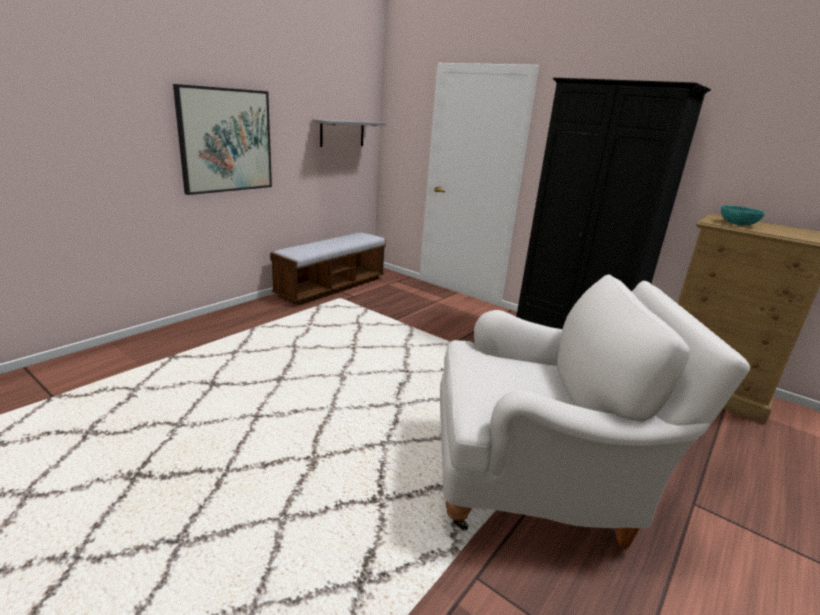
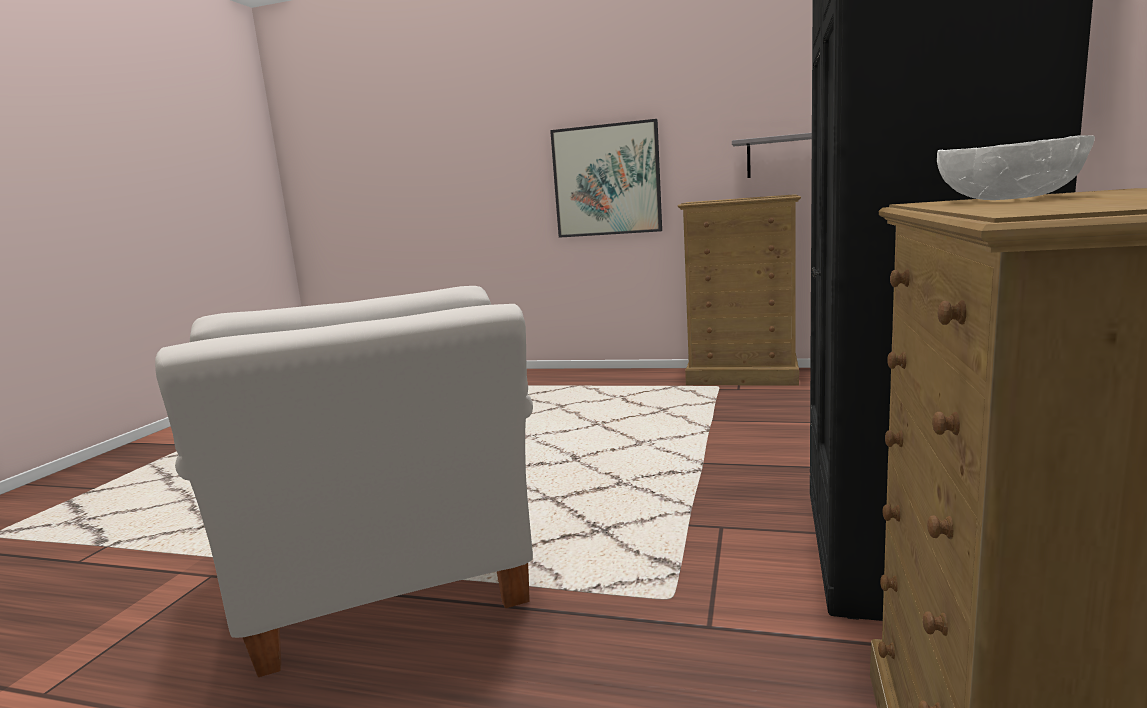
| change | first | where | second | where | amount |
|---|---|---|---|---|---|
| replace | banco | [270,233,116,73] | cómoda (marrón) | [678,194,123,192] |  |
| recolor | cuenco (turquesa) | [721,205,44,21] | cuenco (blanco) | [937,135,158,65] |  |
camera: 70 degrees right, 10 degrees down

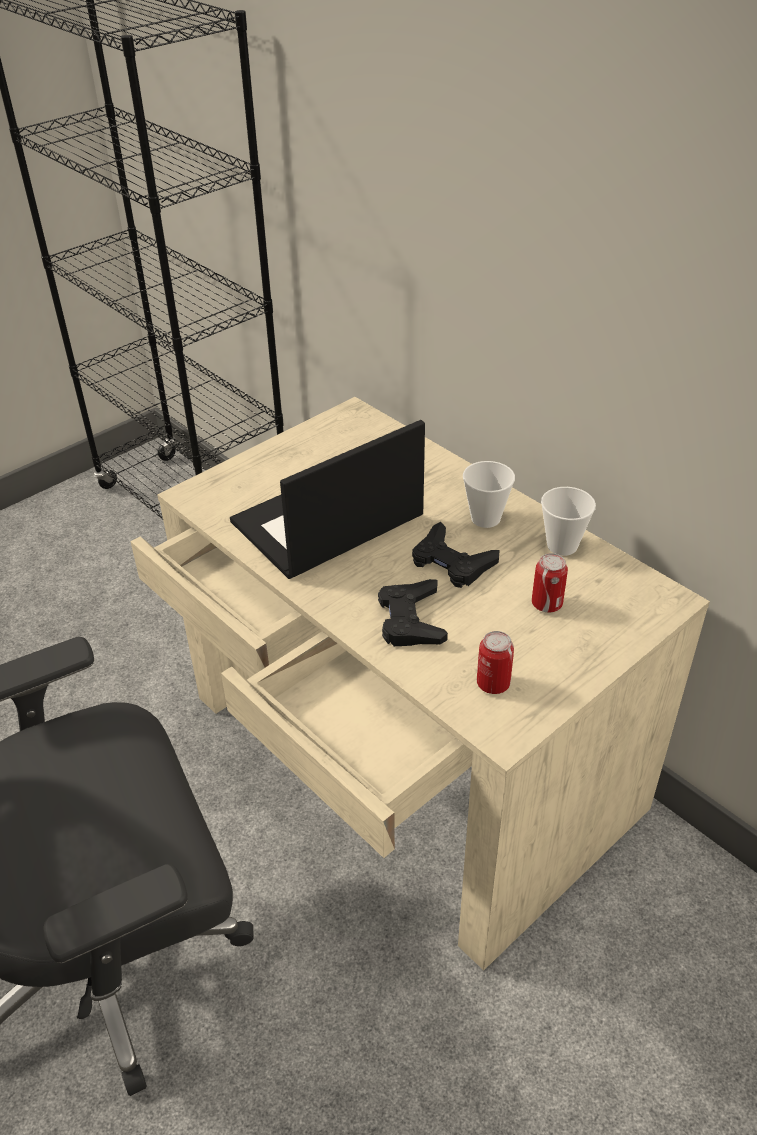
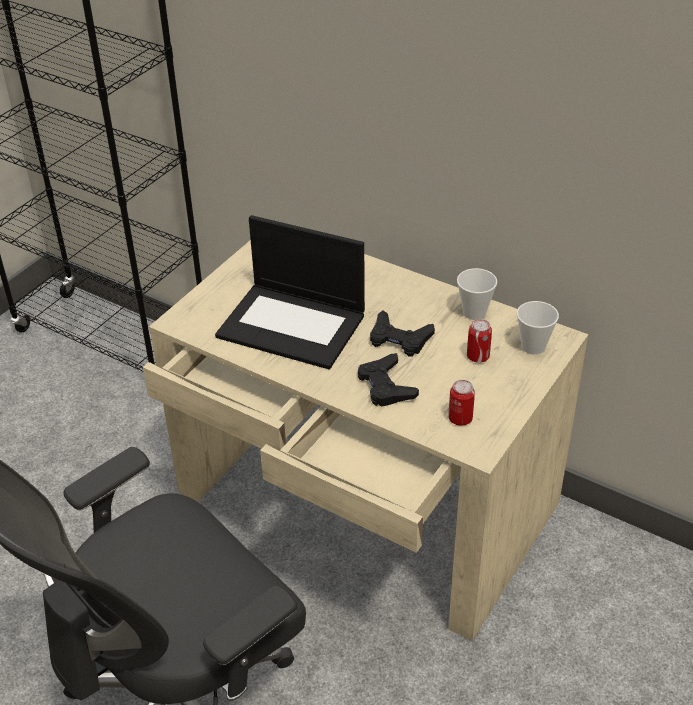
| change | first | where | second | where | amount |
|---|---|---|---|---|---|
| rotate | portátil | [230,420,195,159] |  | [215,215,150,154] | 105 degrees counterclockwise |
| move | taza | [463,461,52,67] |  | [517,301,42,54] |  |
camera: 15 degrees left, 0 degrees up

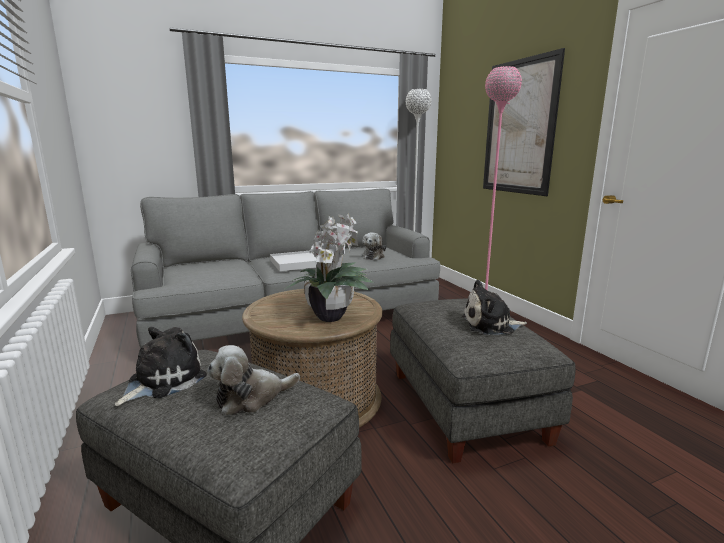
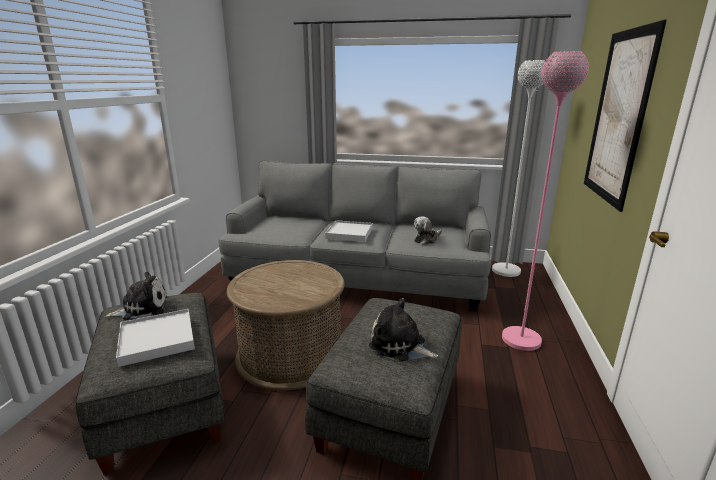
| change | first | where | second | where | amount |
|---|---|---|---|---|---|
| replace | peluche | [207,345,93,70] | bandeja (blanco) | [116,309,79,58] |  |
| delete | planta en maceta | [285,213,89,109] |  |  |  |
camera: 35 degrees right, 5 degrees up

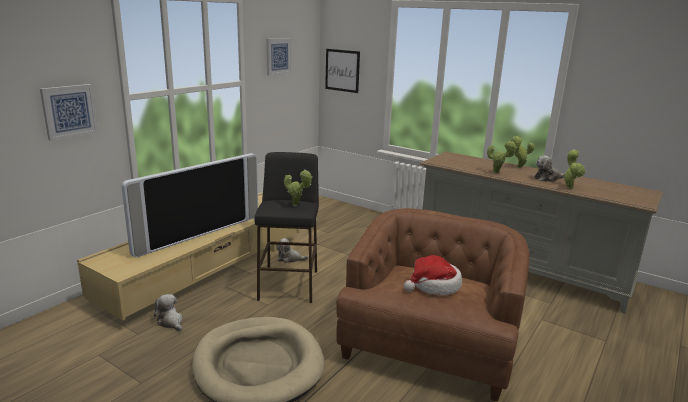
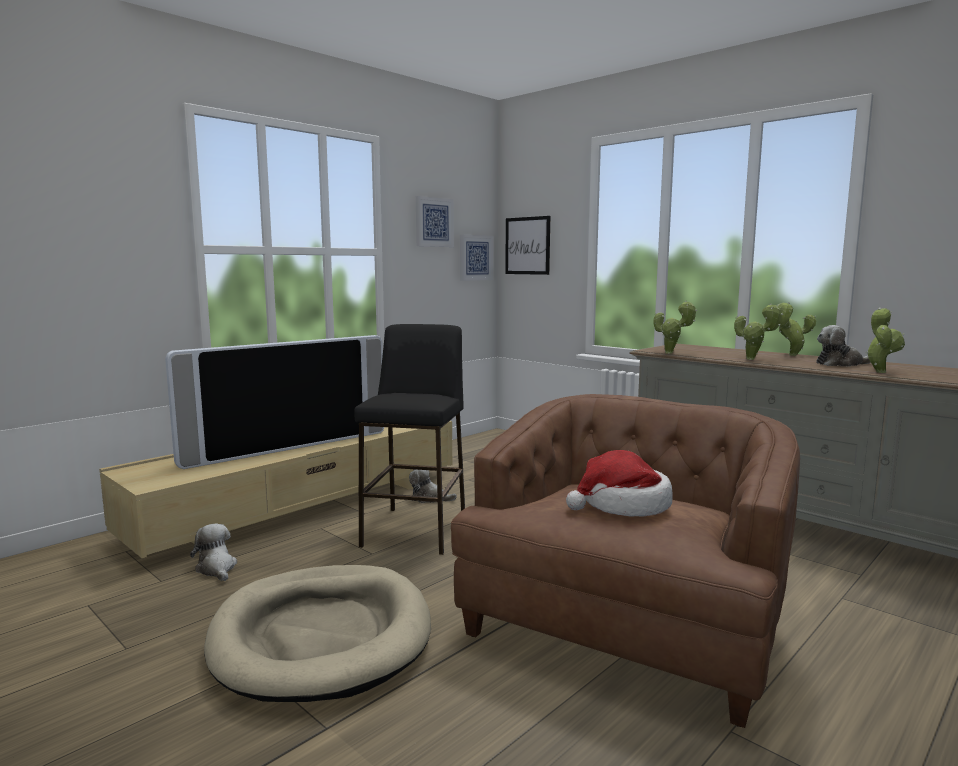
| change | first | where | second | where | amount |
|---|---|---|---|---|---|
| move | cuadro | [40,84,58,57] |  | [460,235,33,46] |  |
| move | planta en maceta | [284,169,29,37] |  | [653,301,44,53] |  |
camera: 10 degrees right, 10 degrees down

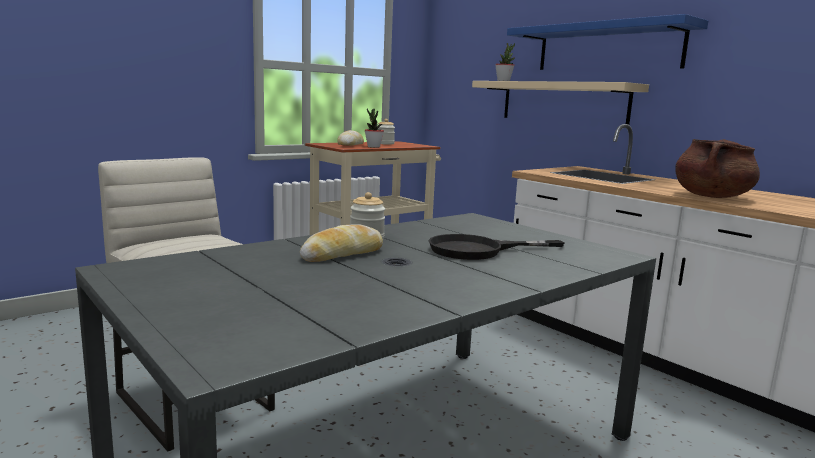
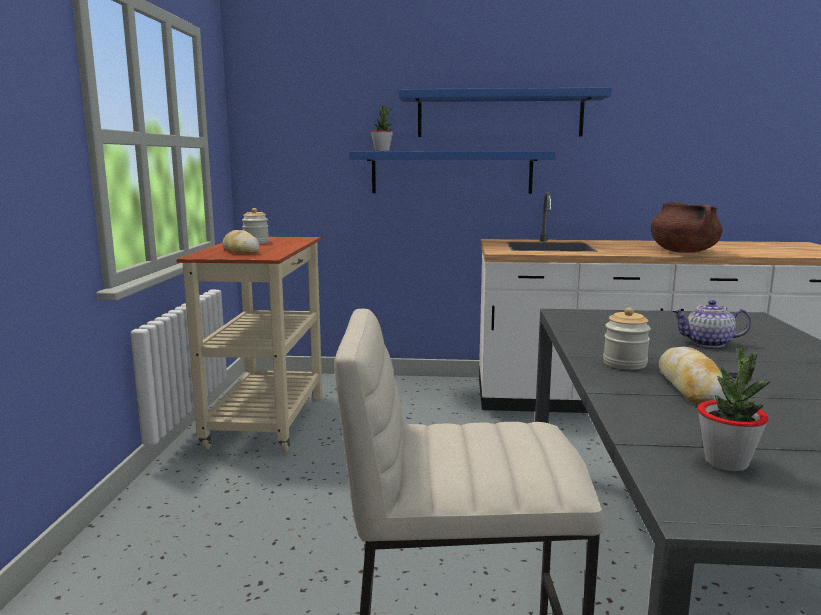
| change | first | where | second | where | amount |
|---|---|---|---|---|---|
| recolor | estante (beis) | [472,81,177,44] | estante (azul) | [349,151,207,43] |  |
| replace | sartén (negro) | [428,234,136,26] | tetera | [672,300,80,48] |  |
| move | planta en maceta | [365,108,19,40] |  | [698,347,73,124] |  |
camera: 45 degrees left, 0 degrees up

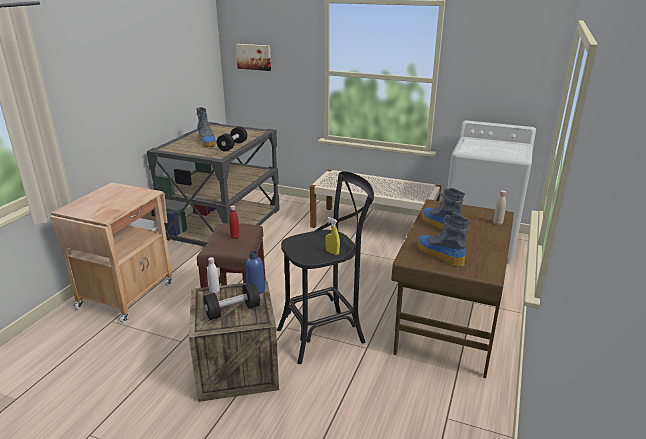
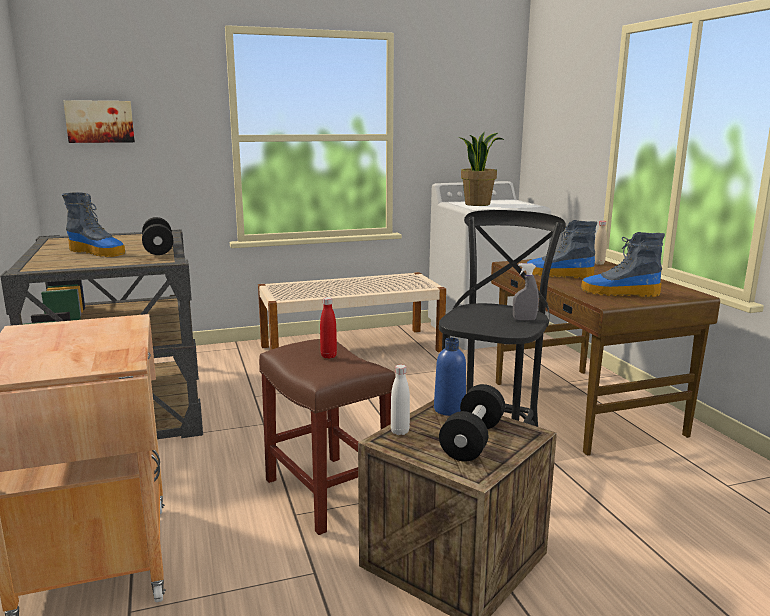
| change | first | where | second | where | amount |
|---|---|---|---|---|---|
| insert |  |  | planta en maceta | [459,131,45,75] |  |
| recolor | pulverizador (amarillo) | [325,217,15,38] | pulverizador (gris) | [513,263,26,57] |  |
camera: 40 degrees left, 10 degrees down

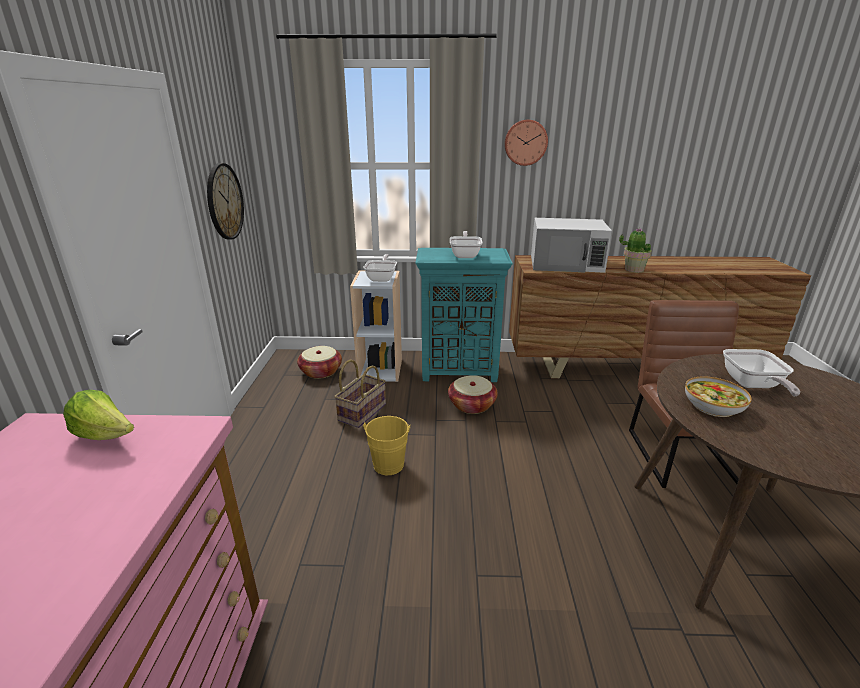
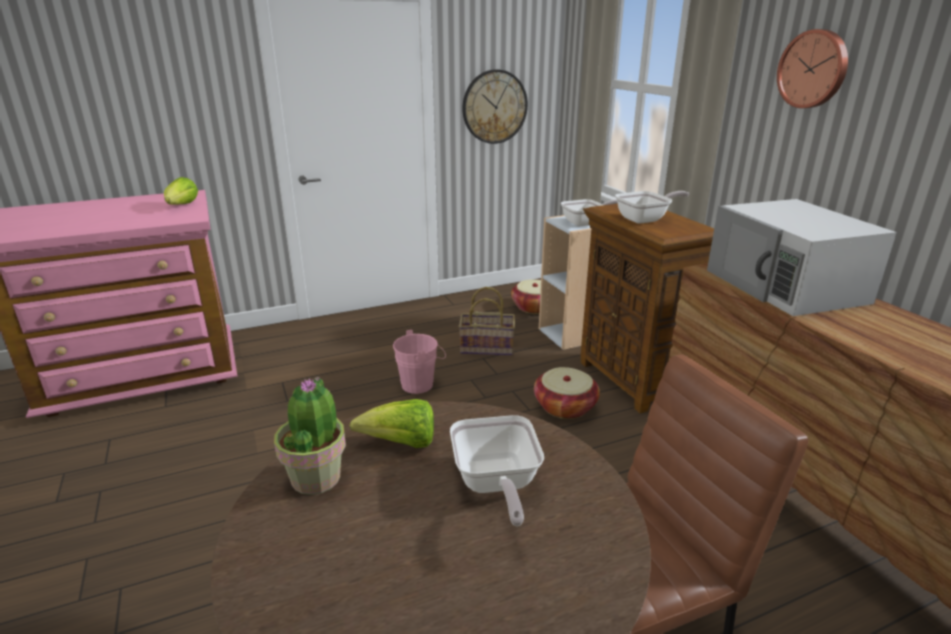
| change | first | where | second | where | amount |
|---|---|---|---|---|---|
| move | planta en maceta | [619,228,33,44] |  | [274,377,72,118] |  |
| replace | cuenco | [685,376,67,41] | lechuga | [350,399,84,49] |  |
| recolor | cubo (amarillo) | [363,416,48,59] | cubo (rosa) | [393,330,53,64] |  |
| rotate | sartén | [723,349,77,47] |  | [450,415,94,111] | 75 degrees counterclockwise |
| recolor | armario (turquesa) | [415,248,98,134] | armario (marrón) | [581,204,133,209] |  |
camera: 65 degrees right, 0 degrees up

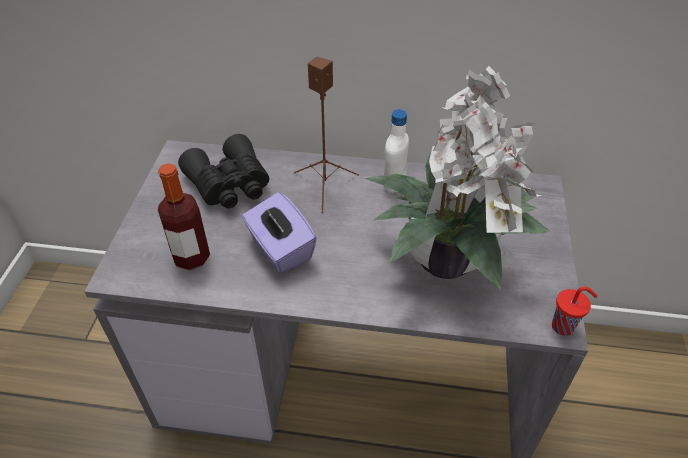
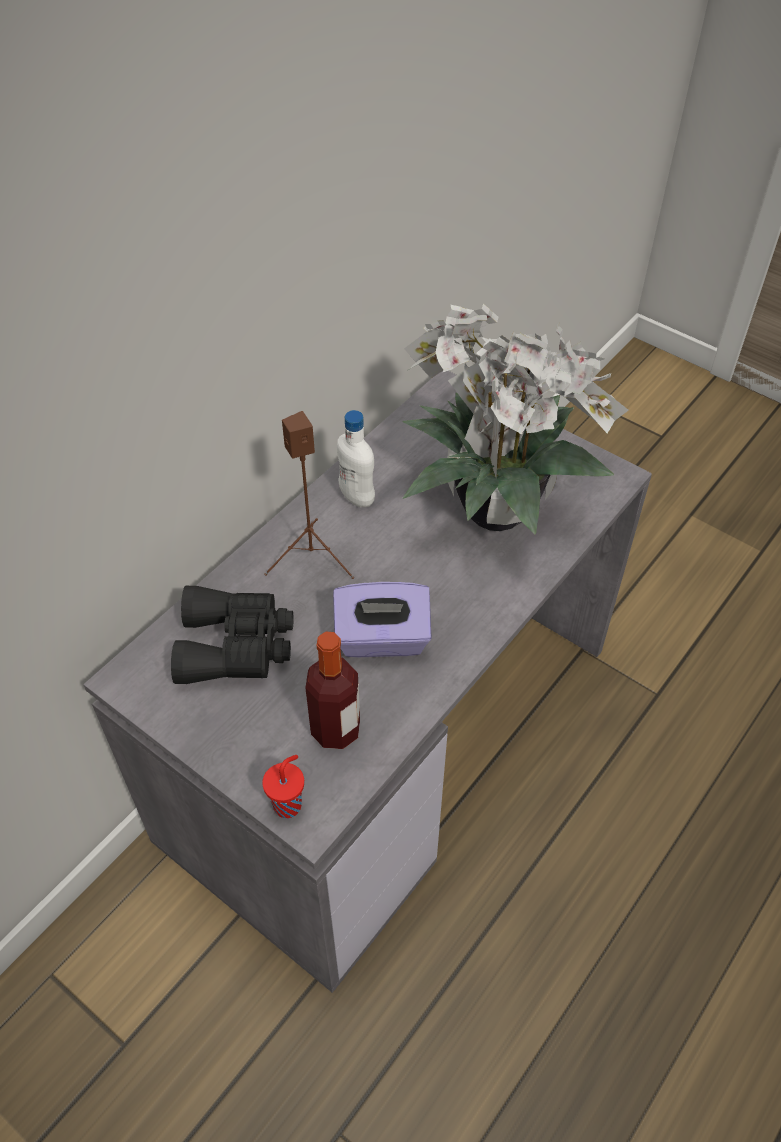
| change | first | where | second | where | amount |
|---|---|---|---|---|---|
| move | taza (rojo) | [552,287,46,49] |  | [262,755,42,63] |  |
camera: 60 degrees left, 5 degrees up

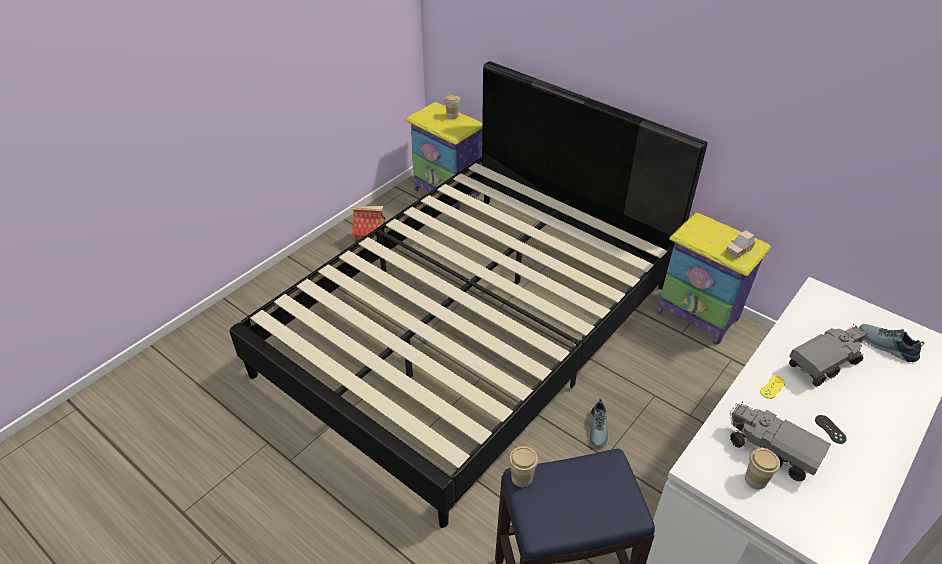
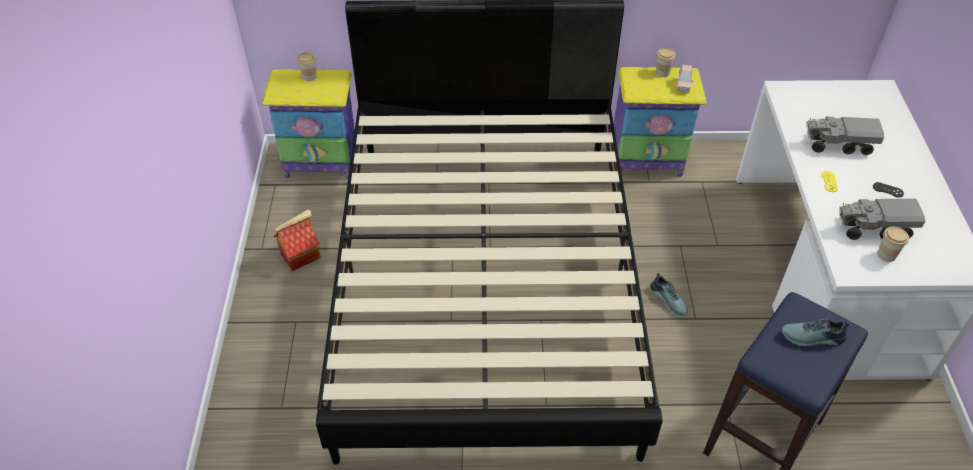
| change | first | where | second | where | amount |
|---|---|---|---|---|---|
| move | taza | [509,446,29,41] |  | [656,48,20,29] |  |
| move | zapato | [859,324,65,38] |  | [782,319,67,27] |  |
| rotate | camión de juguete | [789,324,79,63] |  | [806,116,78,39] | 105 degrees counterclockwise |
camera: 40 degrees left, 5 degrees up

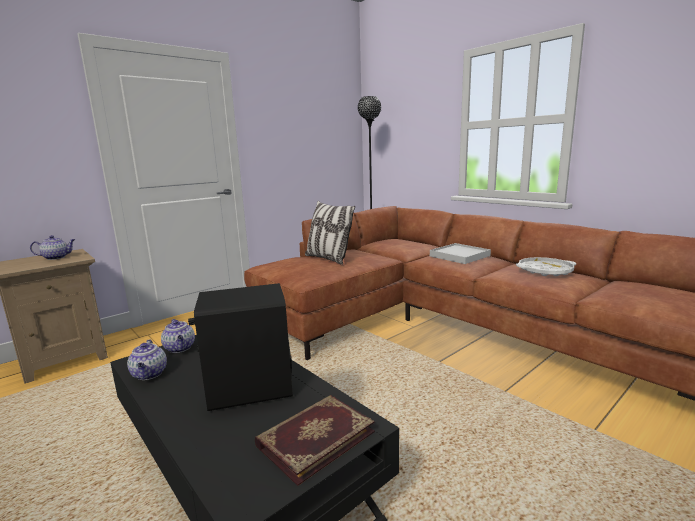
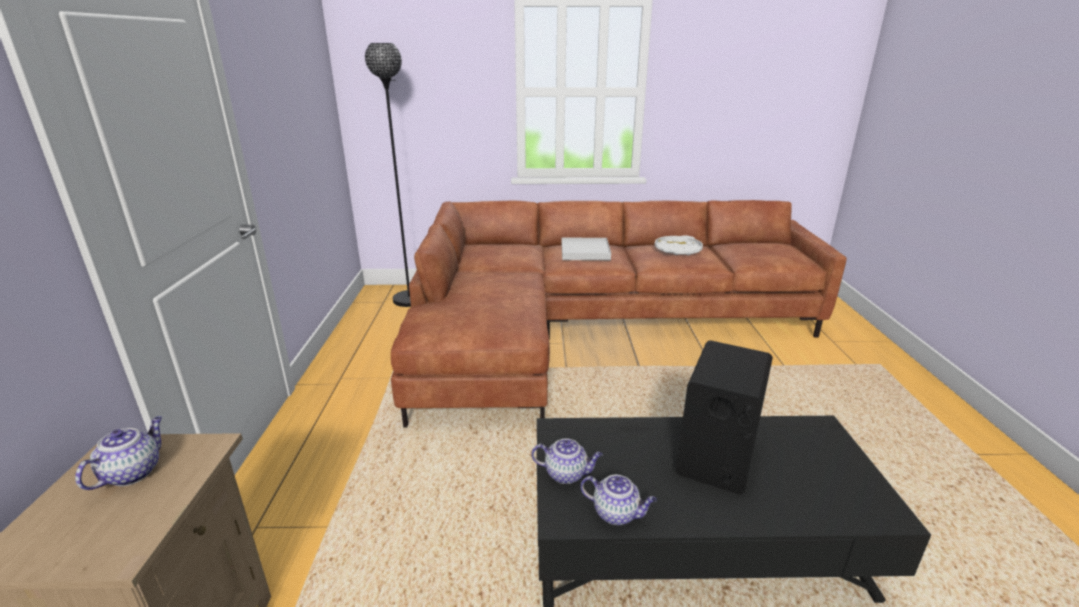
| change | first | where | second | where | amount |
|---|---|---|---|---|---|
| delete | libro | [255,395,120,91] |  |  |  |
| delete | cojín | [305,201,50,64] |  |  |  |
camera: 50 degrees left, 10 degrees up

